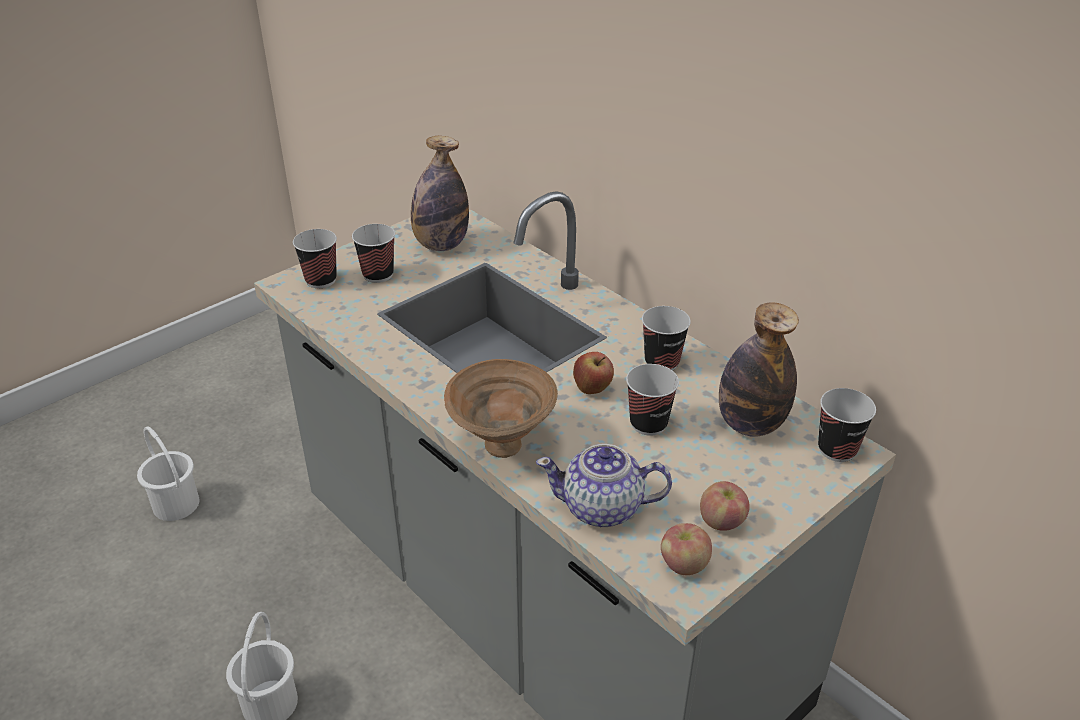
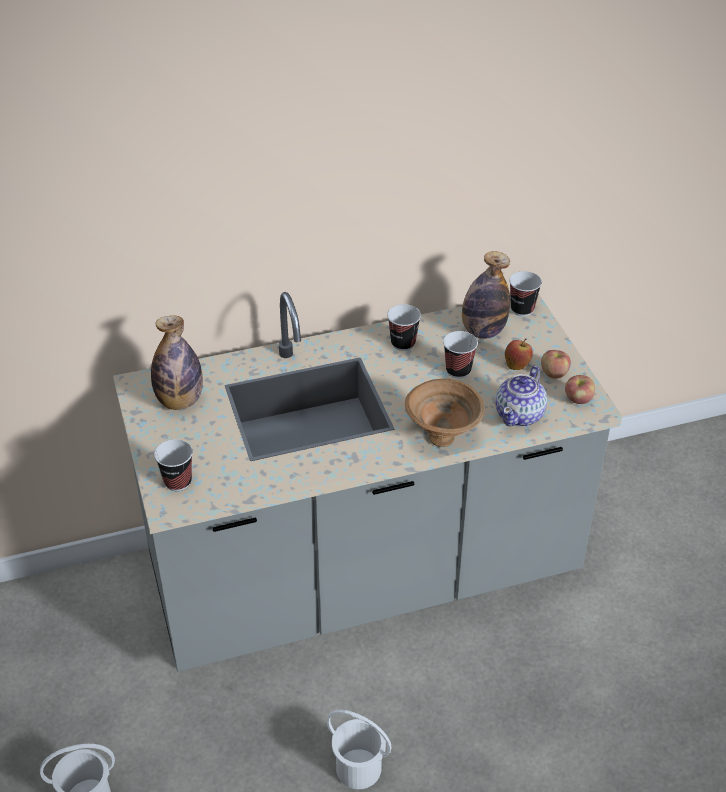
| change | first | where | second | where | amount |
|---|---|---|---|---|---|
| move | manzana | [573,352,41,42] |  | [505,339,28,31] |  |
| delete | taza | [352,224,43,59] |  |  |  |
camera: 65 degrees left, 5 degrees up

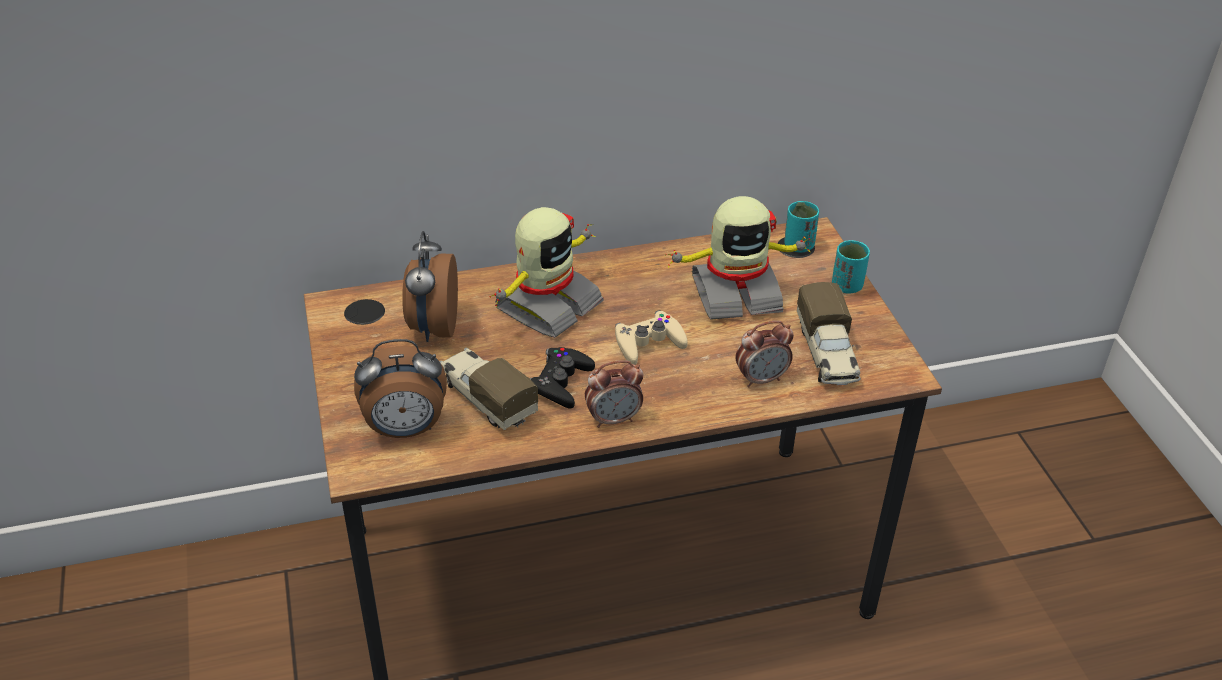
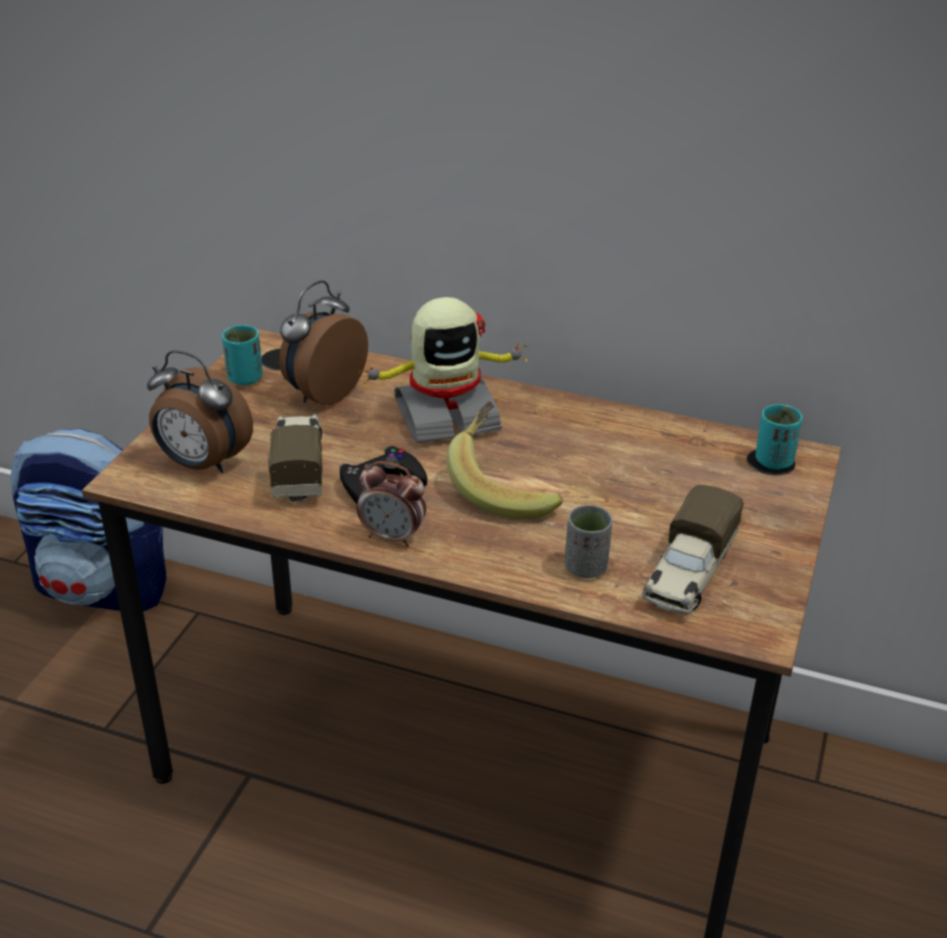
| change | first | where | second | where | amount |
|---|---|---|---|---|---|
| insert |  |  | mochila | [11,429,156,183] |  |
| move | taza (turquesa) | [832,240,38,54] |  | [222,325,41,60] |  |
| replace | mando de consola (beis) | [615,310,73,55] | plátano | [446,401,117,118] |  |
| replace | despertador | [735,321,59,67] | taza (gris) | [565,505,48,73] |  |
| delete | robot de juguete | [665,196,147,124] |  |  |  |
camera: 35 degrees right, 5 degrees down

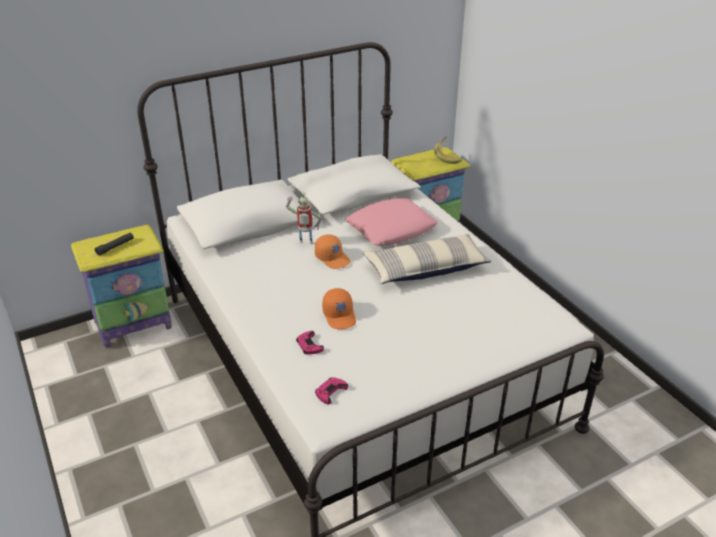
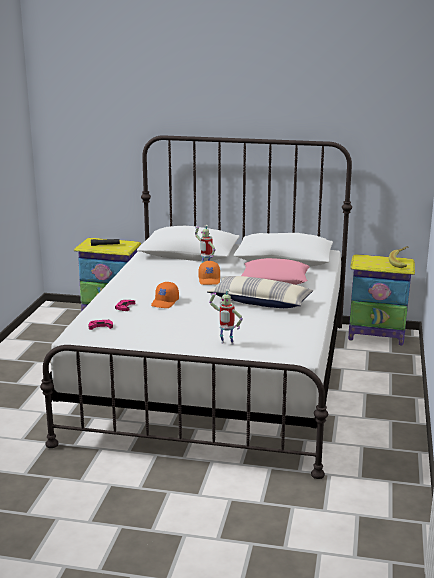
| change | first | where | second | where | amount |
|---|---|---|---|---|---|
| insert |  |  | robot de juguete | [209,289,34,56] |  |
camera: 40 degrees right, 15 degrees down

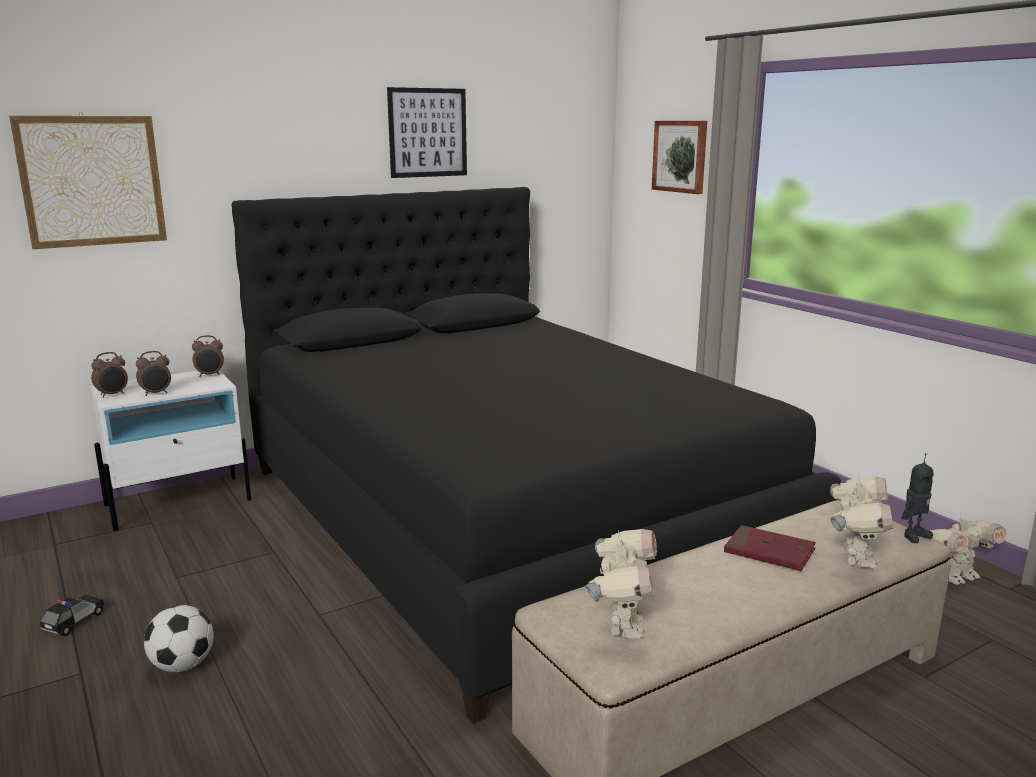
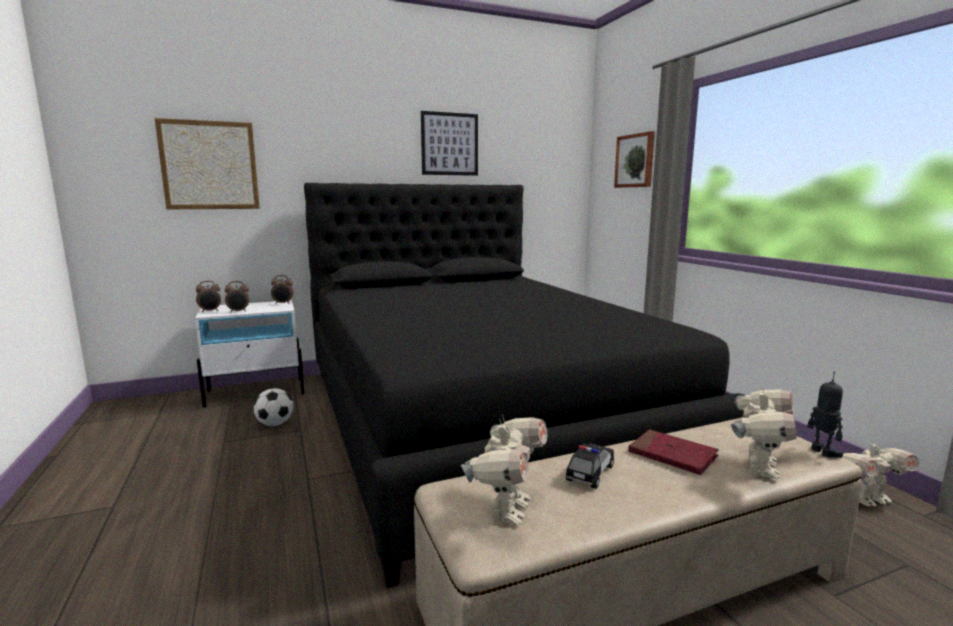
| change | first | where | second | where | amount |
|---|---|---|---|---|---|
| move | balón de fútbol | [144,605,69,67] |  | [254,388,39,38] |  |
| move | coche de juguete | [40,594,64,42] |  | [566,443,48,46] |  |
| rotate | robot de juguete | [902,453,32,90] |  | [807,372,36,86] | 90 degrees counterclockwise |
camera: 10 degrees right, 5 degrees down

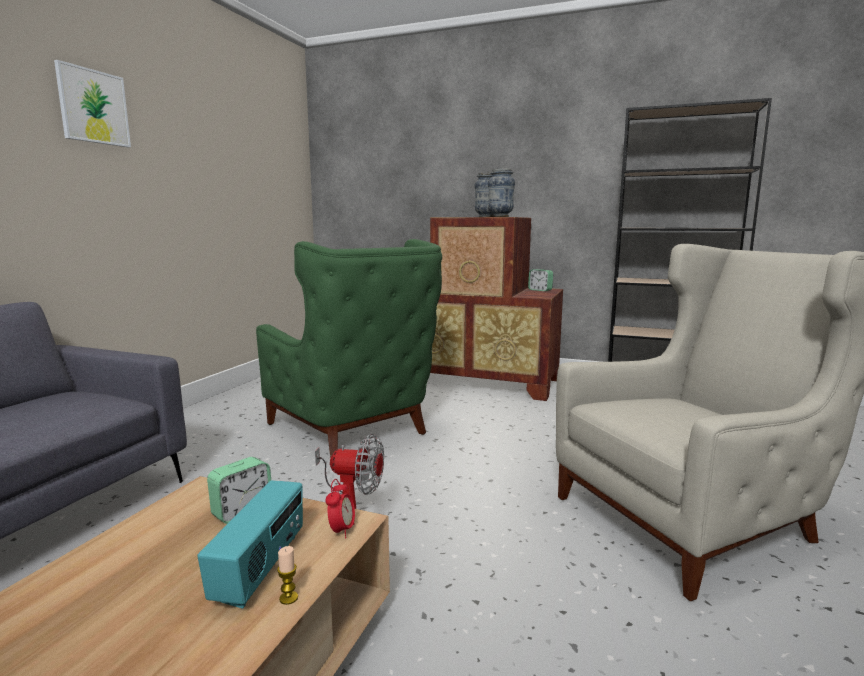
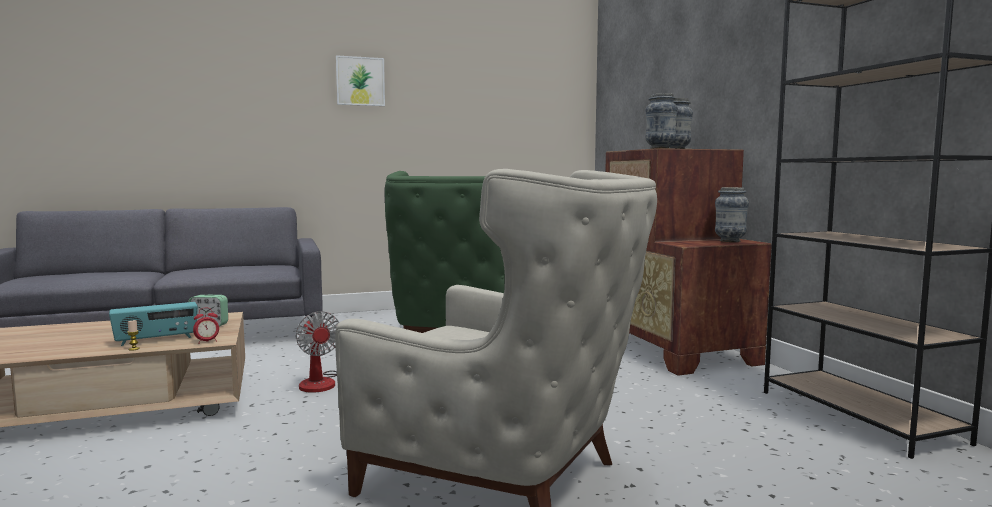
| change | first | where | second | where | amount |
|---|---|---|---|---|---|
| replace | despertador | [528,269,25,22] | florero | [715,187,34,55] |  |
camera: 50 degrees right, 5 degrees down

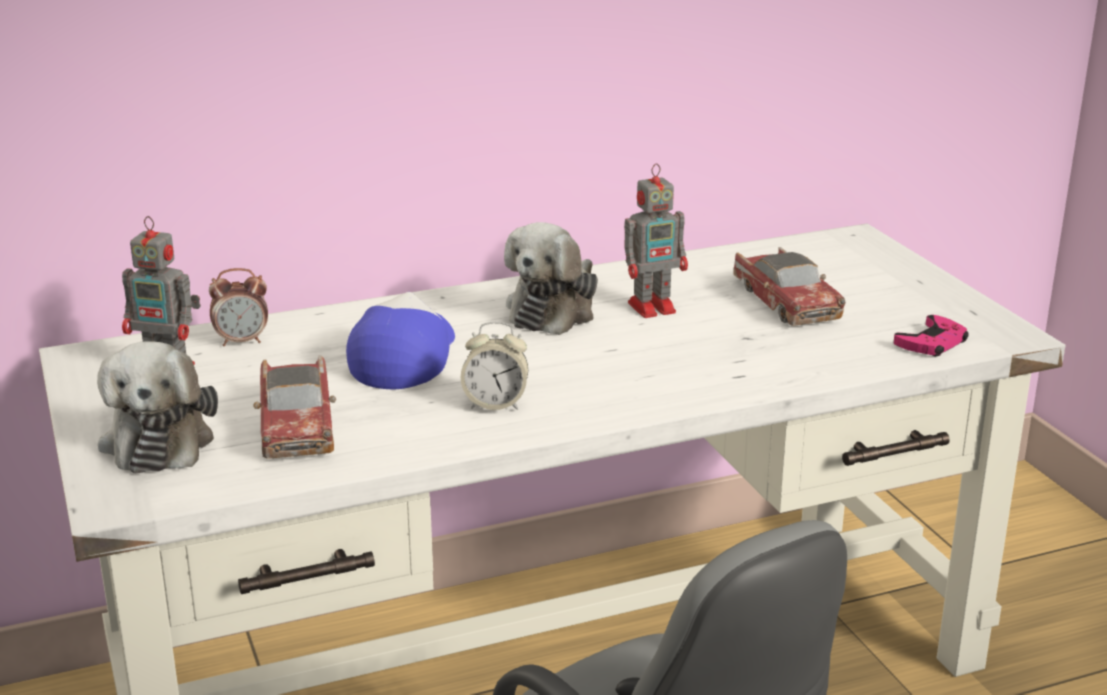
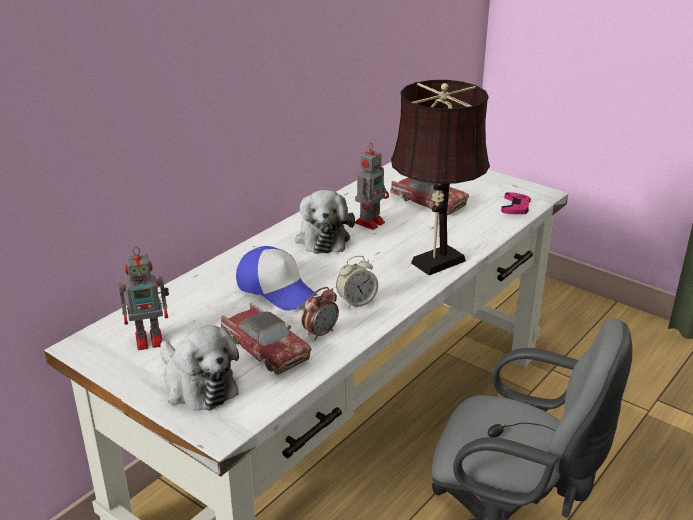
| change | first | where | second | where | amount |
|---|---|---|---|---|---|
| rotate | gorra | [346,292,109,97] |  | [236,246,82,65] | 150 degrees clockwise |
| move | despertador | [209,268,59,78] |  | [302,287,37,54] |  |
| insert |  |  | lámpara de mesa (marrón) | [391,80,99,195] |  |
camera: 30 degrees left, 5 degrees up

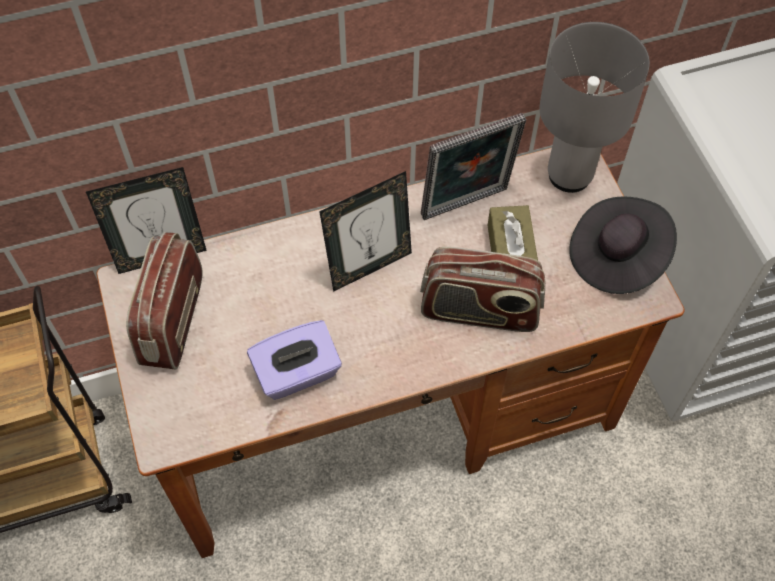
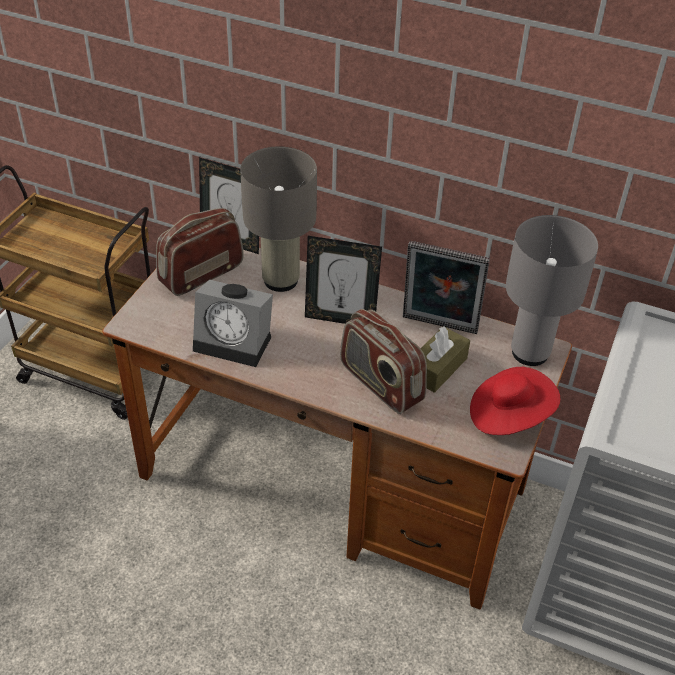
| change | first | where | second | where | amount |
|---|---|---|---|---|---|
| replace | caja de pañuelos (morado) | [247,320,95,80] | despertador | [193,280,80,87] |  |
| insert |  |  | lámpara de mesa (gris) | [241,146,76,146] |  |
| recolor | sombrero (negro) | [569,196,108,98] | sombrero (rojo) | [470,367,90,68] |  |
camera: 40 degrees right, 15 degrees down

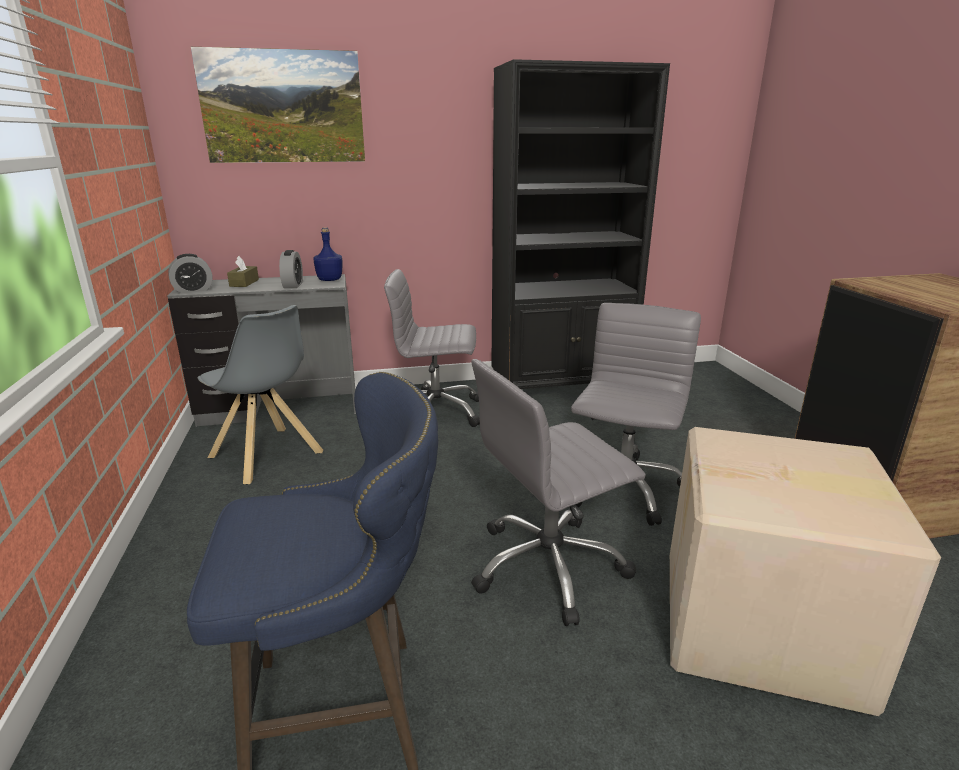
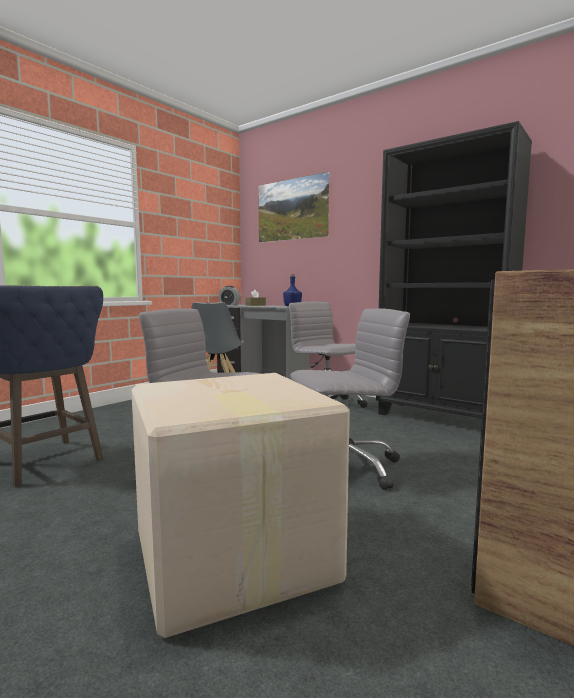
| change | first | where | second | where | amount |
|---|---|---|---|---|---|
| delete | despertador | [279,250,24,38] |  |  |  |
camera: 50 degrees right, 15 degrees down

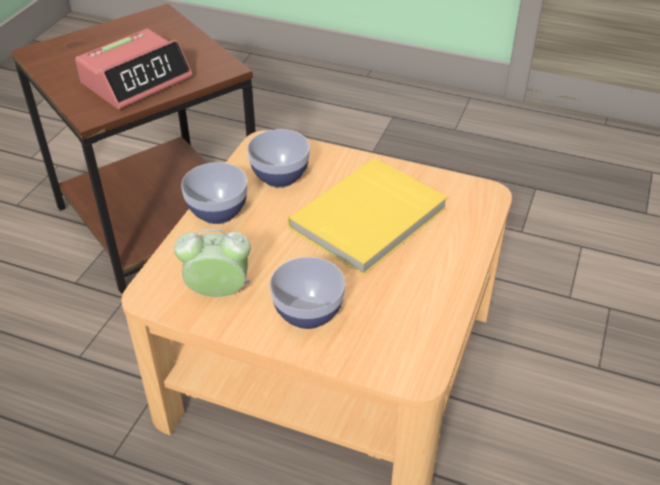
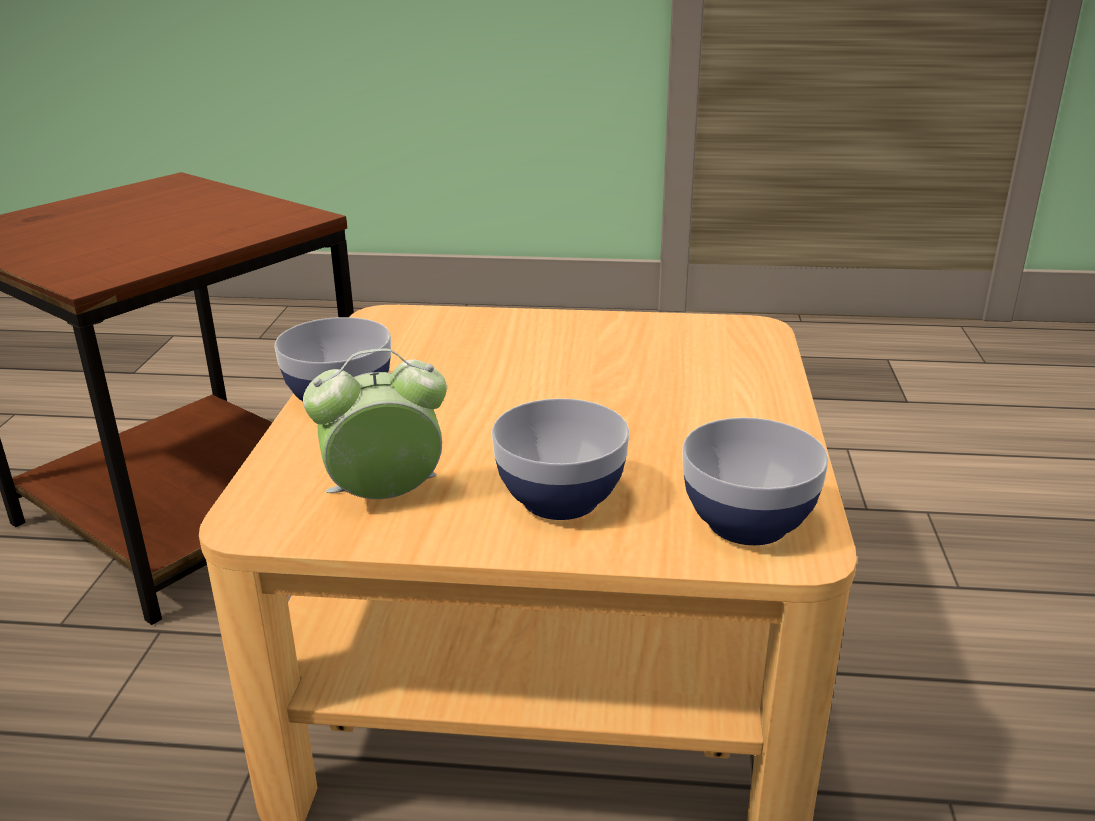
| change | first | where | second | where | amount |
|---|---|---|---|---|---|
| move | cuenco | [247,129,63,58] |  | [682,417,147,128] |  |
| delete | despertador | [75,29,117,80] |  |  |  |
| delete | libro (amarillo) | [287,158,160,117] |  |  |  |
camera: 15 degrees left, 15 degrees down

